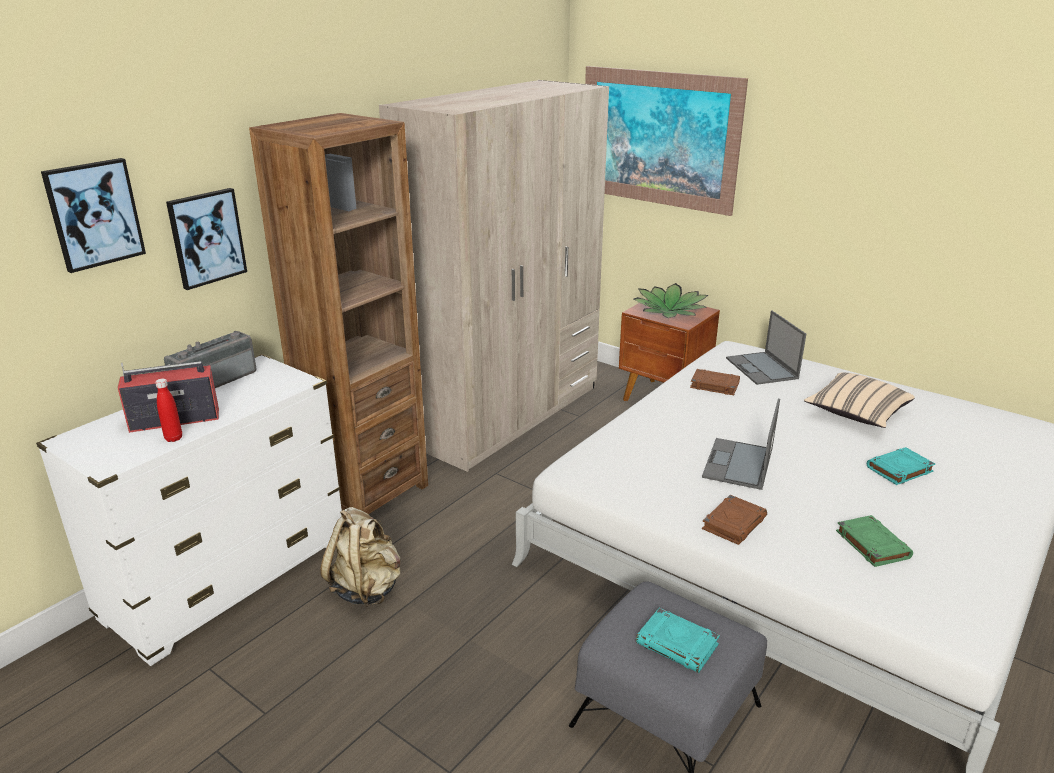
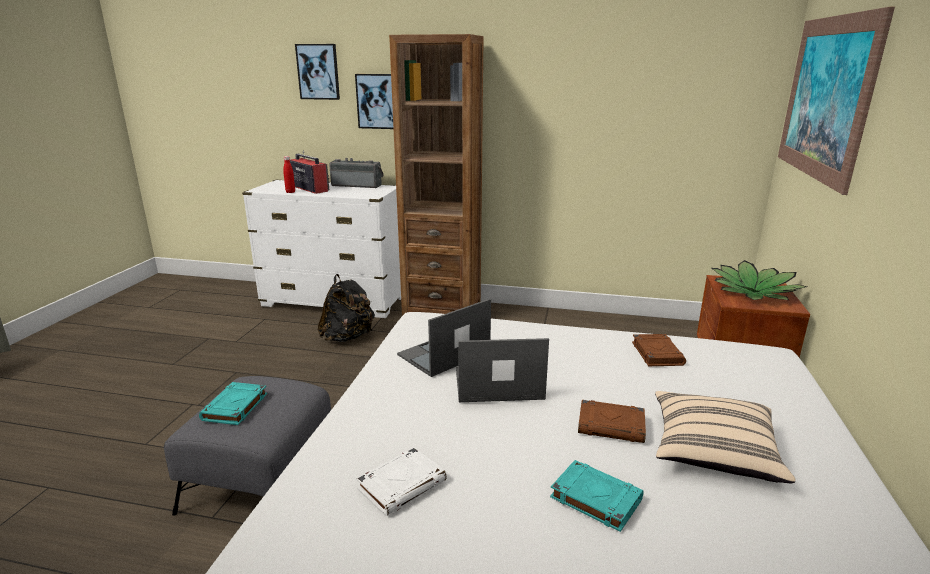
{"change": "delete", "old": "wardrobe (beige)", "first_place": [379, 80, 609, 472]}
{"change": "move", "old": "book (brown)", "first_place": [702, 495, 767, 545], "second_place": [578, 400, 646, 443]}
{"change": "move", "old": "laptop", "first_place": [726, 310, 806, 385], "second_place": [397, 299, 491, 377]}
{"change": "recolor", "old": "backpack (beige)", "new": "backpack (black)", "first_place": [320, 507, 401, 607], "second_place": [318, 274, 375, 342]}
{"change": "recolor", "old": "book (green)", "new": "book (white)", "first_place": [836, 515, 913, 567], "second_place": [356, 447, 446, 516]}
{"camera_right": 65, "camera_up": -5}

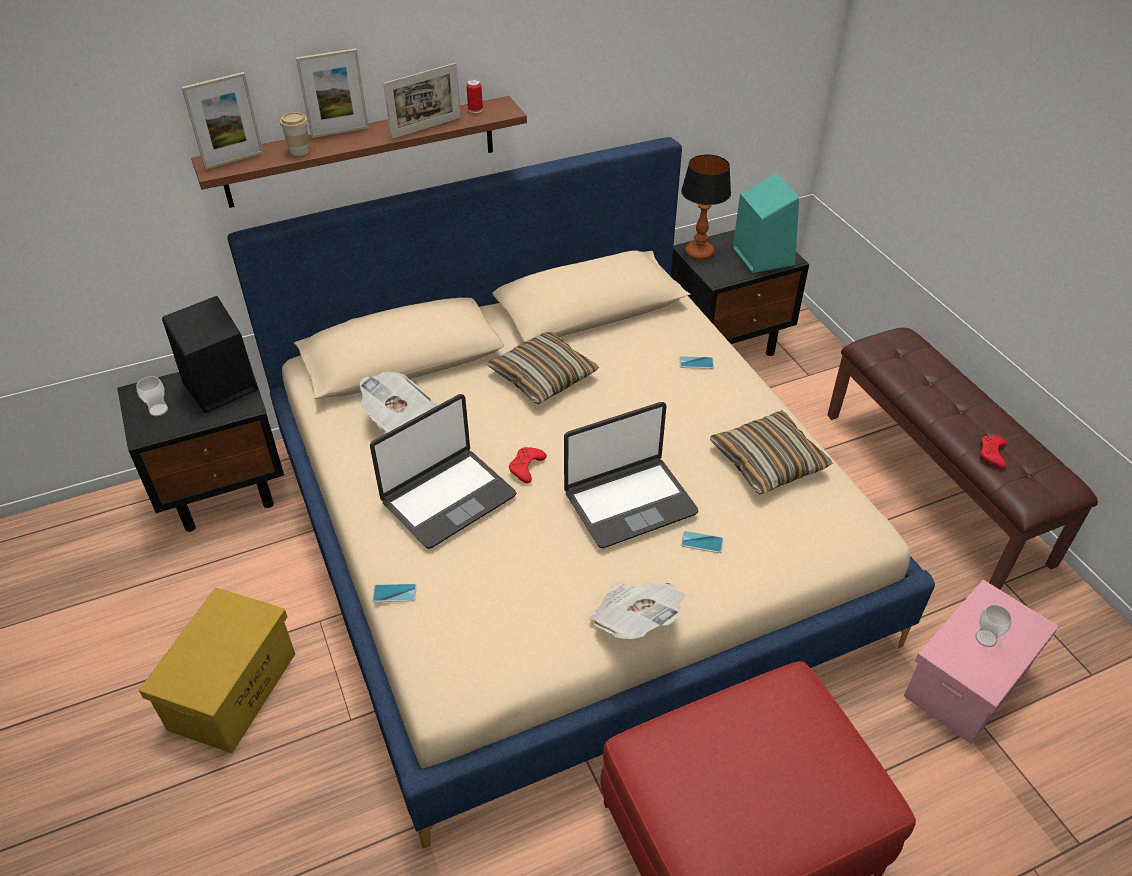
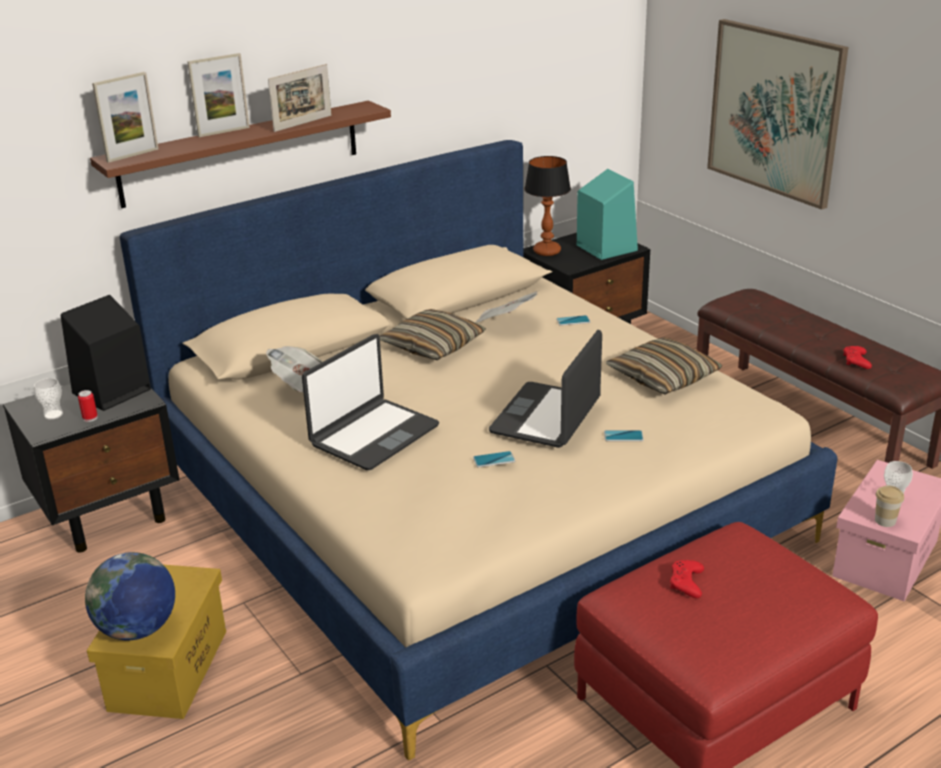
{"change": "insert", "new": "globe", "second_place": [85, 552, 175, 640]}
{"change": "insert", "new": "picture", "second_place": [707, 19, 849, 210]}
{"change": "move", "old": "cup", "first_place": [280, 112, 310, 156], "second_place": [875, 486, 904, 527]}
{"change": "move", "old": "phone", "first_place": [372, 584, 417, 602], "second_place": [473, 451, 515, 467]}
{"change": "move", "old": "can", "first_place": [466, 79, 483, 113], "second_place": [78, 390, 98, 422]}
{"change": "move", "old": "game controller (red)", "first_place": [509, 447, 547, 483], "second_place": [670, 560, 704, 598]}
{"change": "move", "old": "newspaper", "first_place": [589, 582, 686, 639], "second_place": [475, 291, 538, 323]}
{"change": "rotate", "old": "laptop", "first_place": [564, 402, 699, 548], "second_place": [489, 330, 602, 448], "degrees": 150}
{"camera_right": -10, "camera_up": -15}

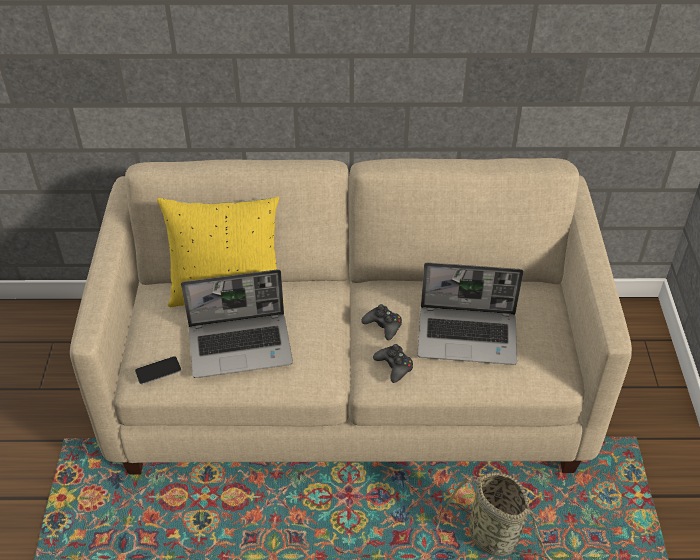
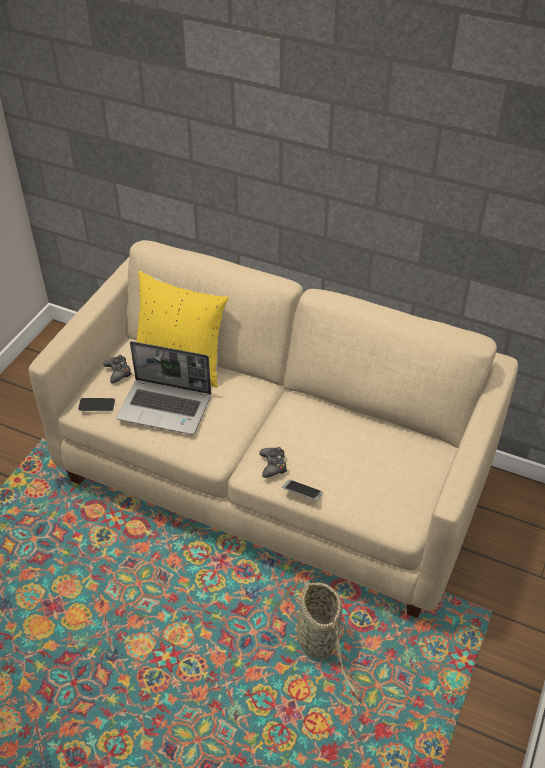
{"change": "delete", "old": "laptop", "first_place": [417, 262, 524, 365]}
{"change": "insert", "new": "phone", "second_place": [282, 479, 323, 500]}
{"change": "move", "old": "game controller (black)", "first_place": [361, 304, 402, 340], "second_place": [103, 355, 132, 384]}
{"camera_right": 25, "camera_up": 0}

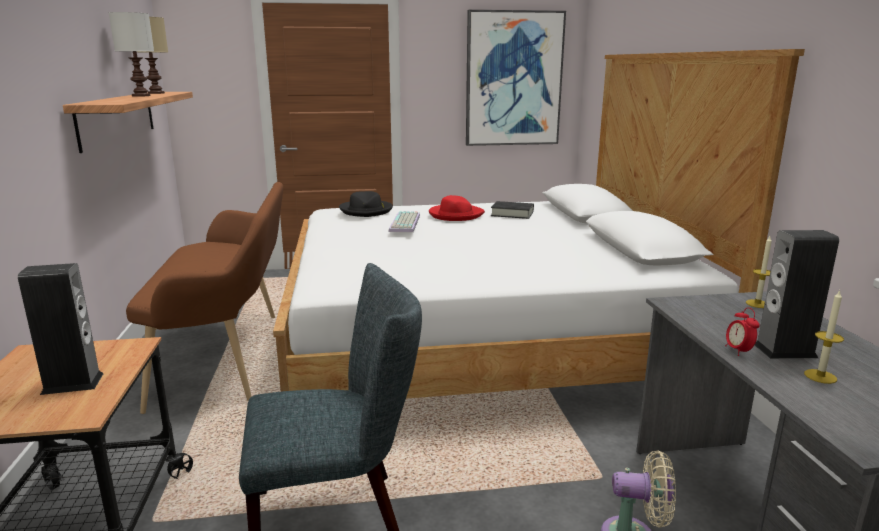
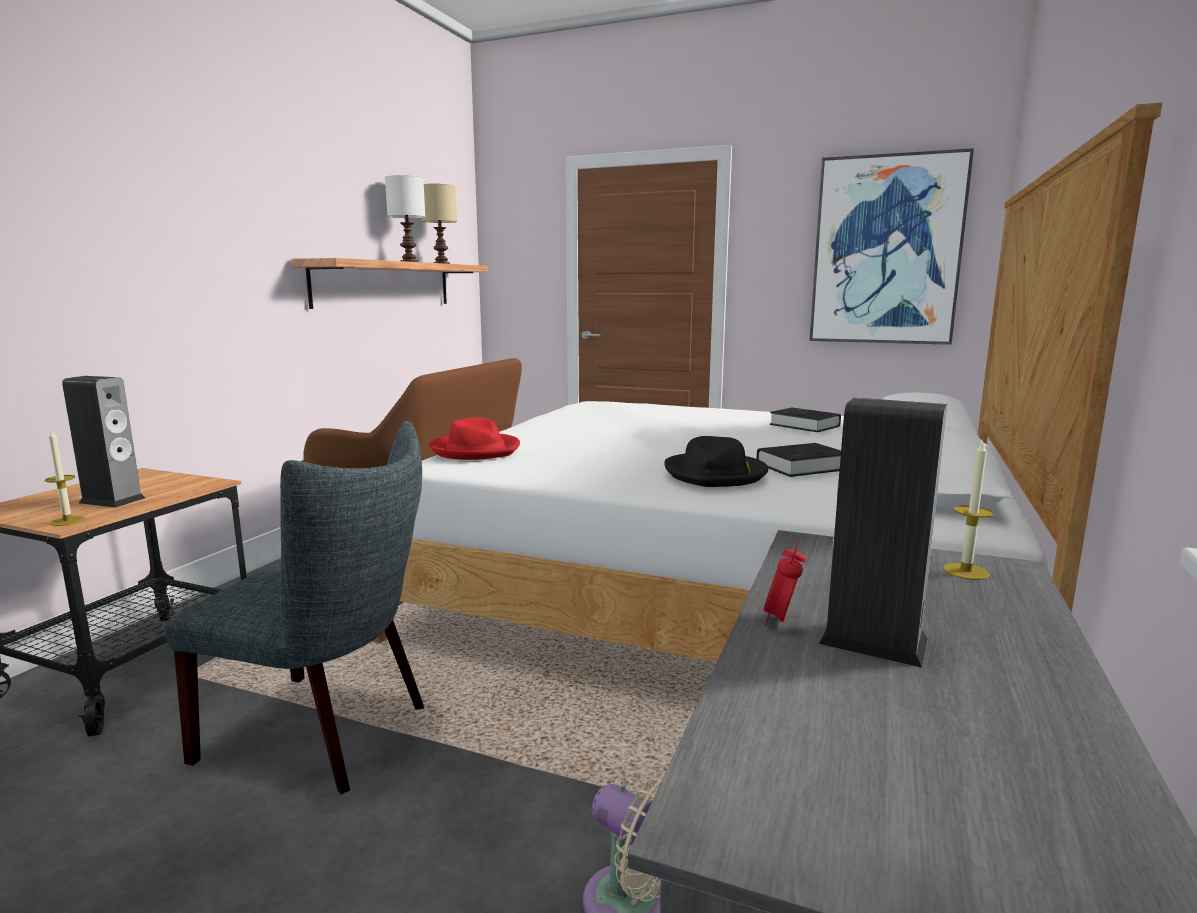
{"change": "delete", "old": "keyboard", "first_place": [388, 211, 420, 232]}
{"change": "insert", "new": "book (black)", "second_place": [756, 443, 841, 477]}
{"change": "move", "old": "hat (black)", "first_place": [339, 191, 393, 217], "second_place": [664, 436, 768, 487]}
{"change": "move", "old": "hat (red)", "first_place": [429, 195, 485, 221], "second_place": [429, 417, 520, 460]}
{"change": "move", "old": "candle", "first_place": [804, 290, 844, 384], "second_place": [44, 429, 85, 526]}
{"camera_right": 30, "camera_up": -5}

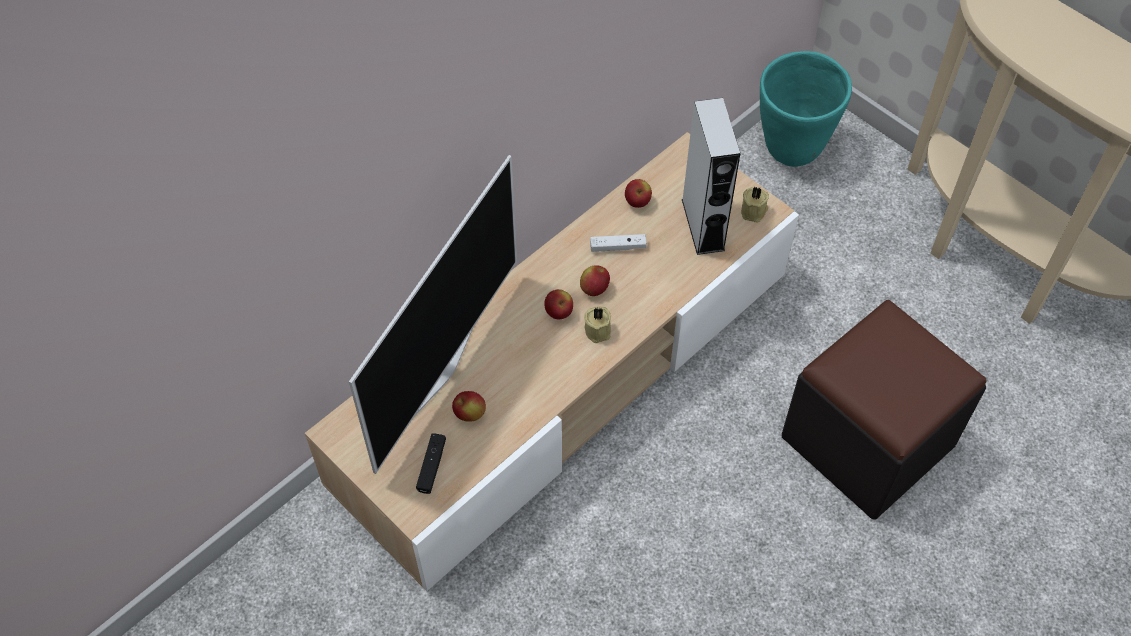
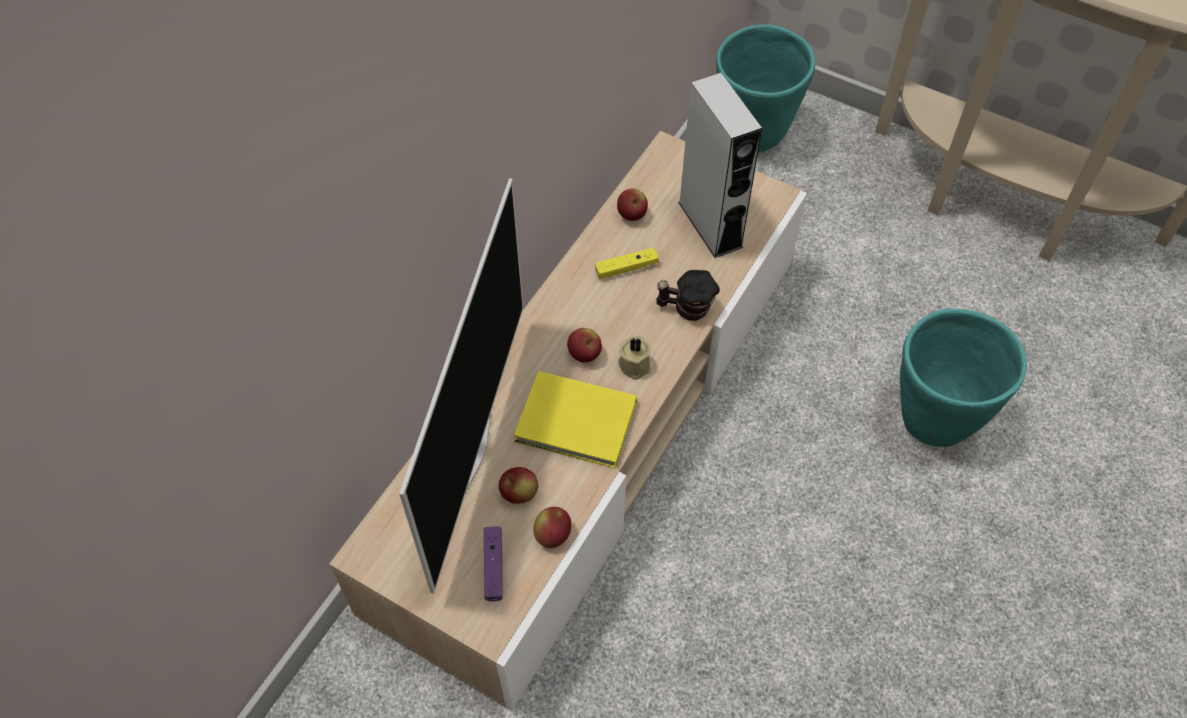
{"change": "delete", "old": "candle (beige)", "first_place": [741, 187, 769, 223]}
{"change": "insert", "new": "book (yellow)", "second_place": [514, 371, 637, 468]}
{"change": "insert", "new": "mug", "second_place": [656, 270, 720, 321]}
{"change": "move", "old": "apple", "first_place": [580, 265, 610, 296], "second_place": [533, 507, 571, 548]}
{"change": "replace", "old": "ottoman (black)", "new": "planter (turquoise)", "first_place": [782, 300, 987, 520], "second_place": [900, 308, 1027, 447]}
{"change": "recolor", "old": "game controller (black)", "new": "game controller (purple)", "first_place": [416, 433, 446, 494], "second_place": [484, 526, 503, 602]}
{"change": "recolor", "old": "game controller (white)", "new": "game controller (yellow)", "first_place": [590, 234, 647, 252], "second_place": [595, 247, 659, 279]}
{"camera_right": -15, "camera_up": 0}

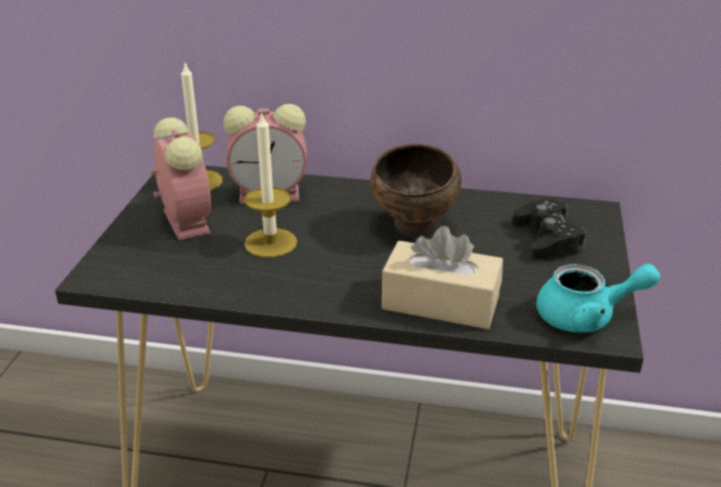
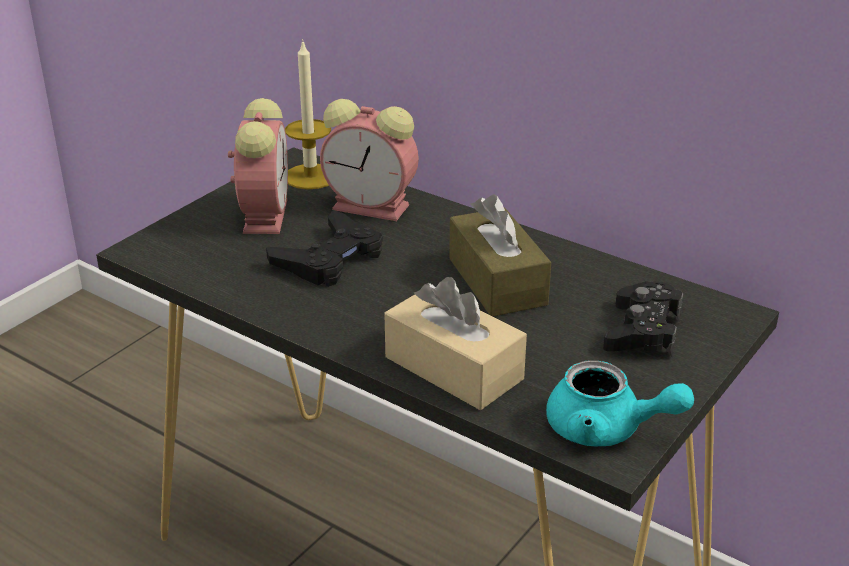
{"change": "replace", "old": "candle", "new": "game controller (black)", "first_place": [244, 111, 297, 258], "second_place": [266, 210, 383, 287]}
{"change": "replace", "old": "bowl (brown)", "new": "tissue box (brown)", "first_place": [370, 144, 461, 236], "second_place": [449, 194, 551, 316]}
{"camera_right": 25, "camera_up": 0}

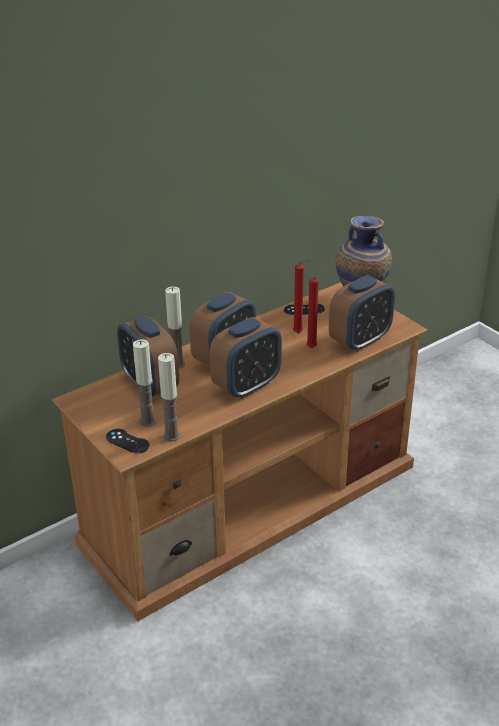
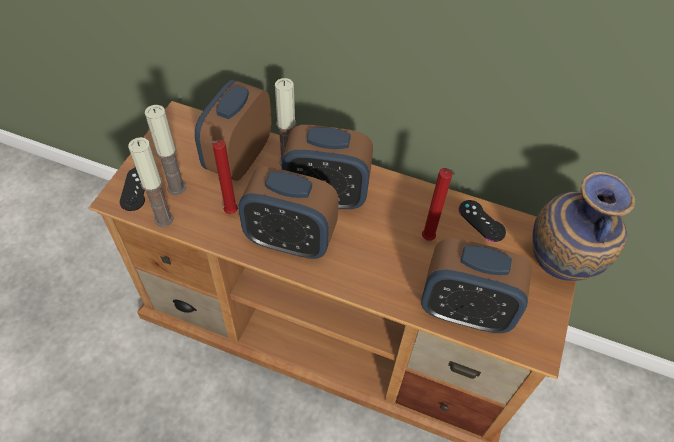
{"change": "move", "old": "candle (red)", "first_place": [306, 276, 319, 348], "second_place": [205, 139, 238, 214]}
{"camera_right": 55, "camera_up": 20}

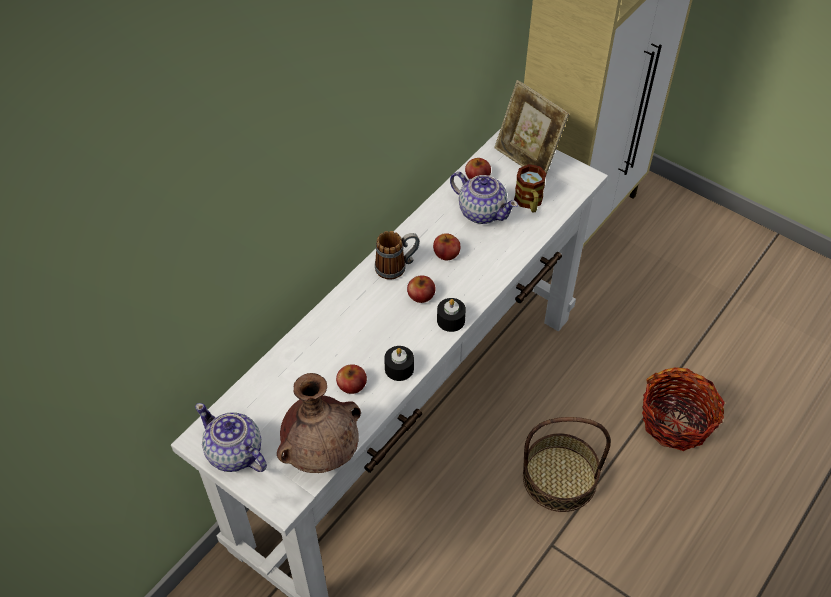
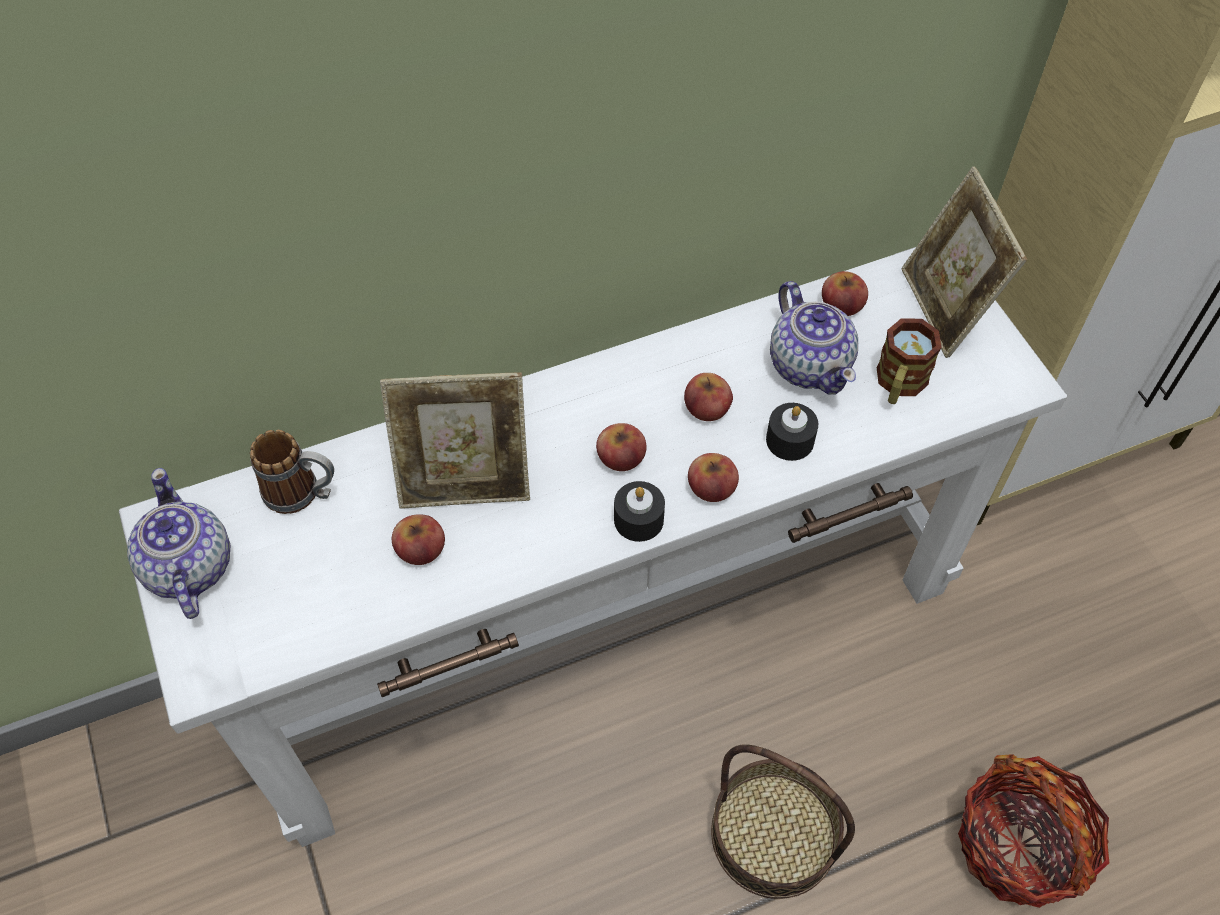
{"change": "delete", "old": "vase (brown)", "first_place": [277, 373, 361, 473]}
{"change": "insert", "new": "picture frame", "second_place": [380, 372, 530, 509]}
{"change": "insert", "new": "apple", "second_place": [688, 453, 739, 502]}
{"change": "move", "old": "mug", "first_place": [375, 231, 420, 280], "second_place": [250, 430, 334, 514]}
{"change": "move", "old": "candle (black)", "first_place": [384, 346, 414, 381], "second_place": [766, 403, 818, 461]}
{"camera_right": 30, "camera_up": 5}

